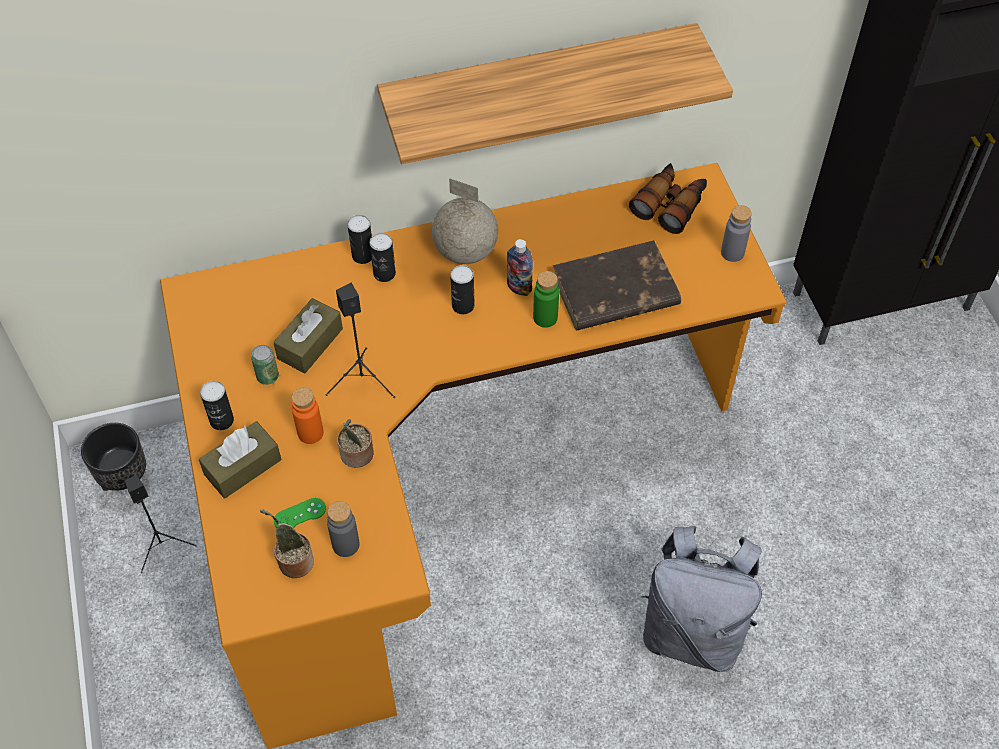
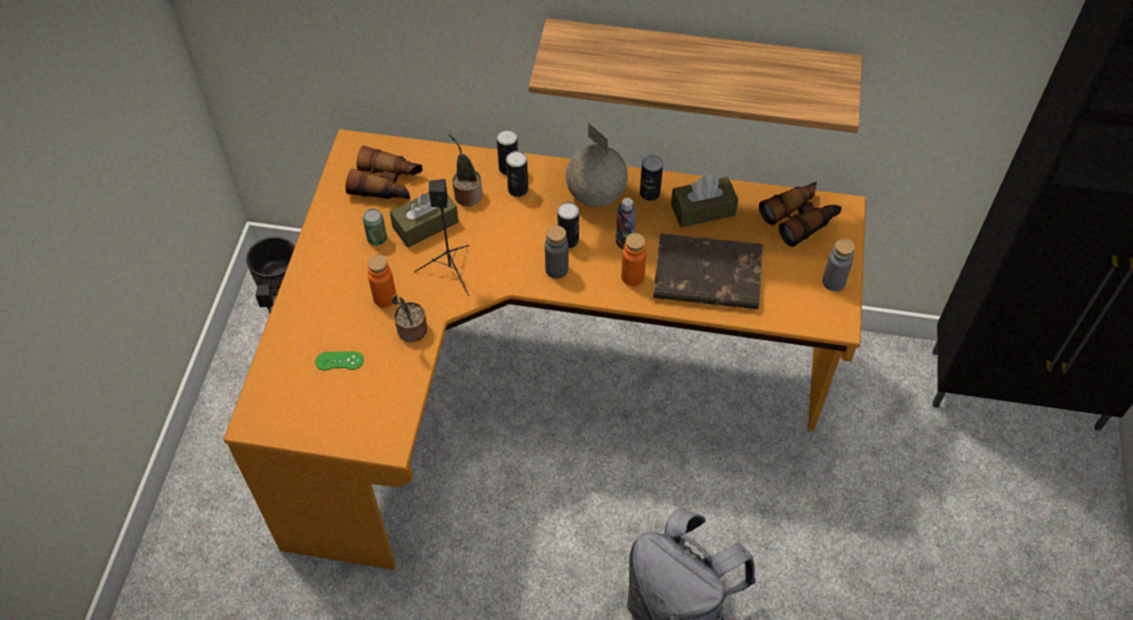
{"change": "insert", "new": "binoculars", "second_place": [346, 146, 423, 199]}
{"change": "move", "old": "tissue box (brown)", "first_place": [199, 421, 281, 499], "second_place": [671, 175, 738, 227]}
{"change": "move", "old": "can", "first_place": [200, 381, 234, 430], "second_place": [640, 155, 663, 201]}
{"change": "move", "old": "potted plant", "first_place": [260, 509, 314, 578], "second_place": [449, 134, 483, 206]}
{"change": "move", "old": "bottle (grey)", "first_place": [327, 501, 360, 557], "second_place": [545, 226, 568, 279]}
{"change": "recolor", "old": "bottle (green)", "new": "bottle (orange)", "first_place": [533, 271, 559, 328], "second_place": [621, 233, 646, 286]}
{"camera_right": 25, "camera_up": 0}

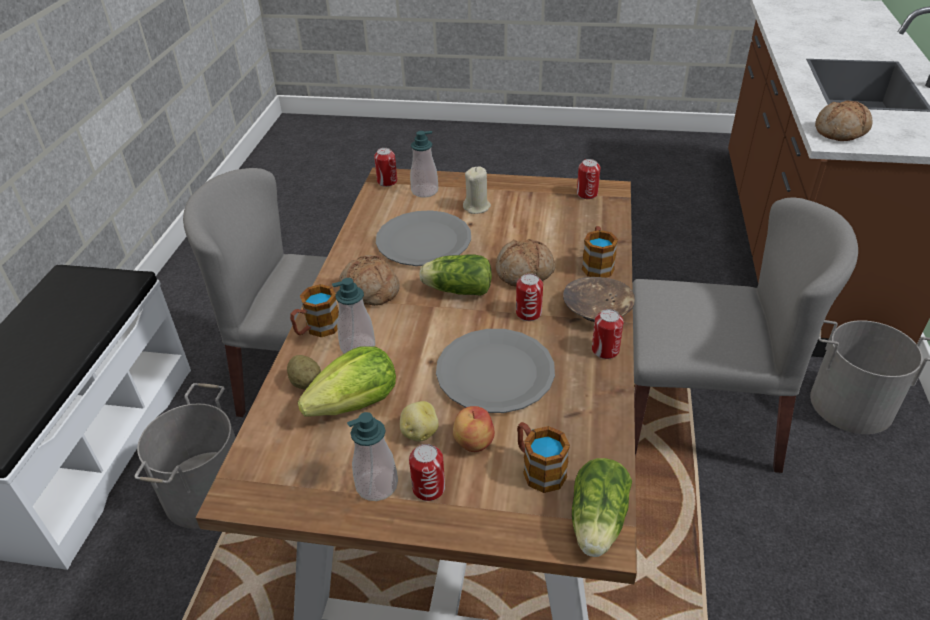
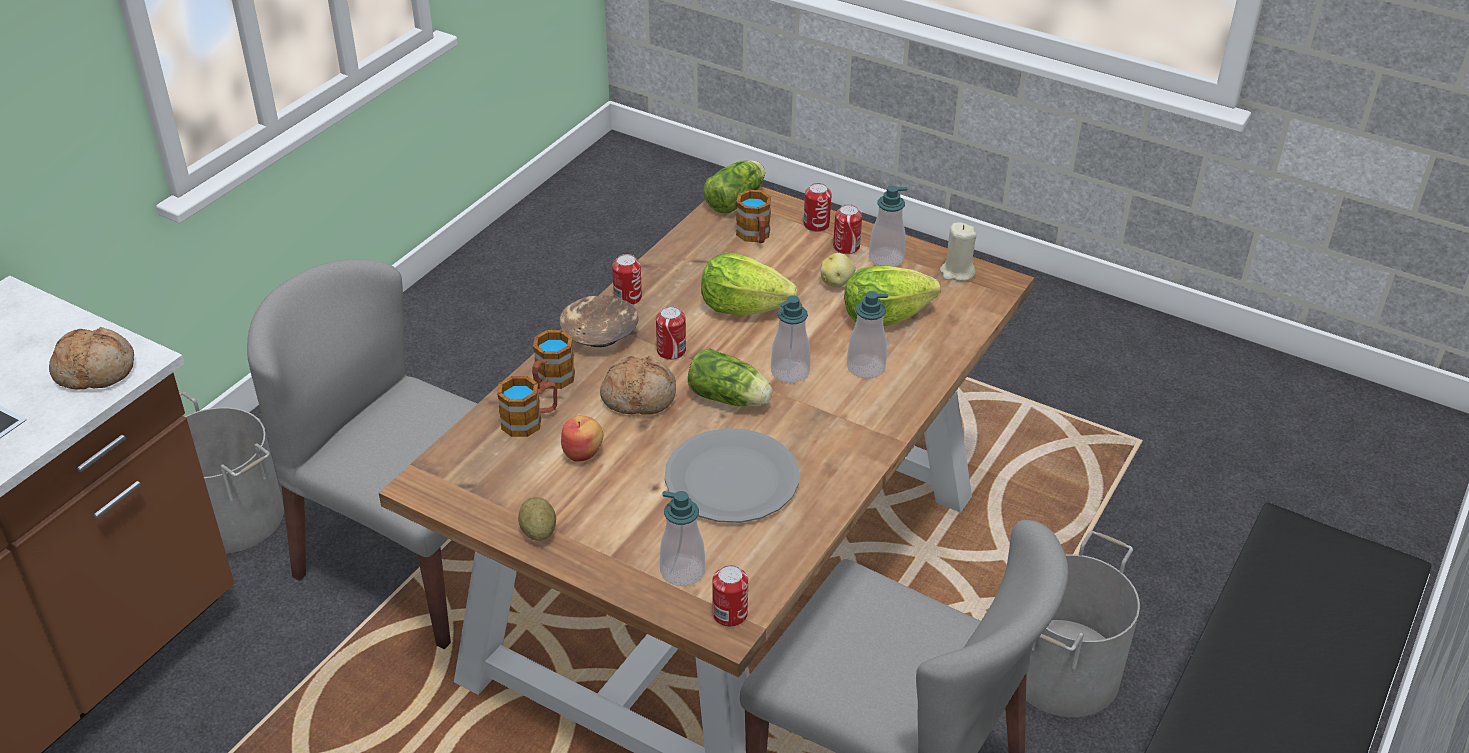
{"change": "delete", "old": "bread", "first_place": [339, 255, 400, 306]}
{"change": "insert", "new": "soap dispenser", "second_place": [771, 295, 810, 383]}
{"change": "move", "old": "potato", "first_place": [287, 355, 321, 390], "second_place": [518, 497, 556, 541]}
{"change": "move", "old": "mug", "first_place": [290, 284, 339, 337], "second_place": [497, 376, 557, 437]}
{"change": "move", "old": "apple", "first_place": [453, 406, 495, 452], "second_place": [561, 416, 603, 462]}
{"change": "move", "old": "candle (beige)", "first_place": [463, 166, 491, 214], "second_place": [940, 223, 977, 281]}
{"change": "move", "old": "can", "first_place": [577, 159, 600, 199], "second_place": [804, 183, 832, 232]}
{"change": "replace", "old": "plate (grey)", "new": "lettuce", "first_place": [436, 329, 555, 413], "second_place": [701, 253, 798, 315]}
{"camera_right": -160, "camera_up": 0}

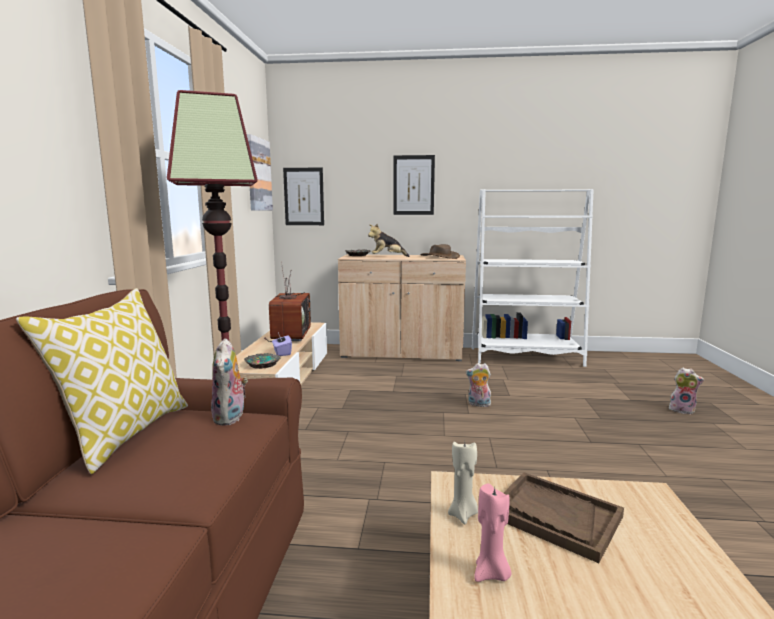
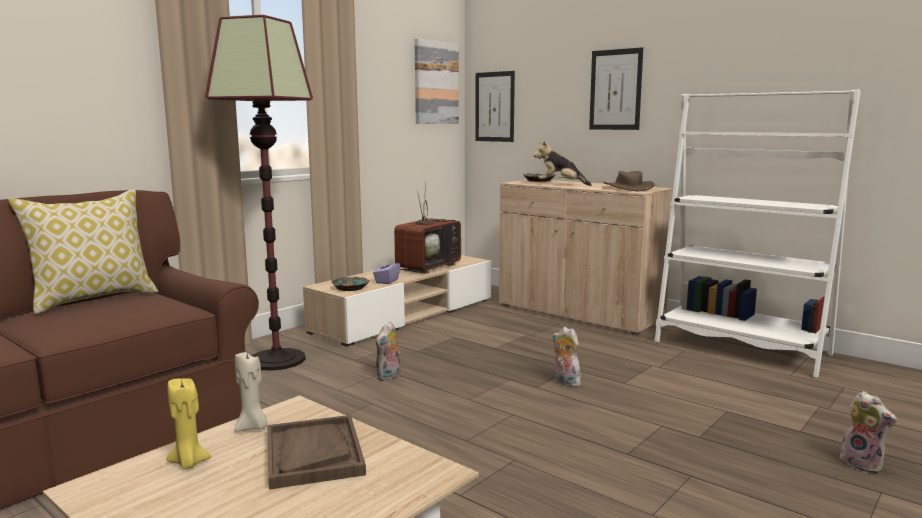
{"change": "move", "old": "plush toy", "first_place": [211, 338, 248, 426], "second_place": [376, 322, 401, 381]}
{"change": "recolor", "old": "candle (pink)", "new": "candle (yellow)", "first_place": [474, 484, 511, 582], "second_place": [166, 378, 211, 468]}
{"camera_right": 35, "camera_up": 0}

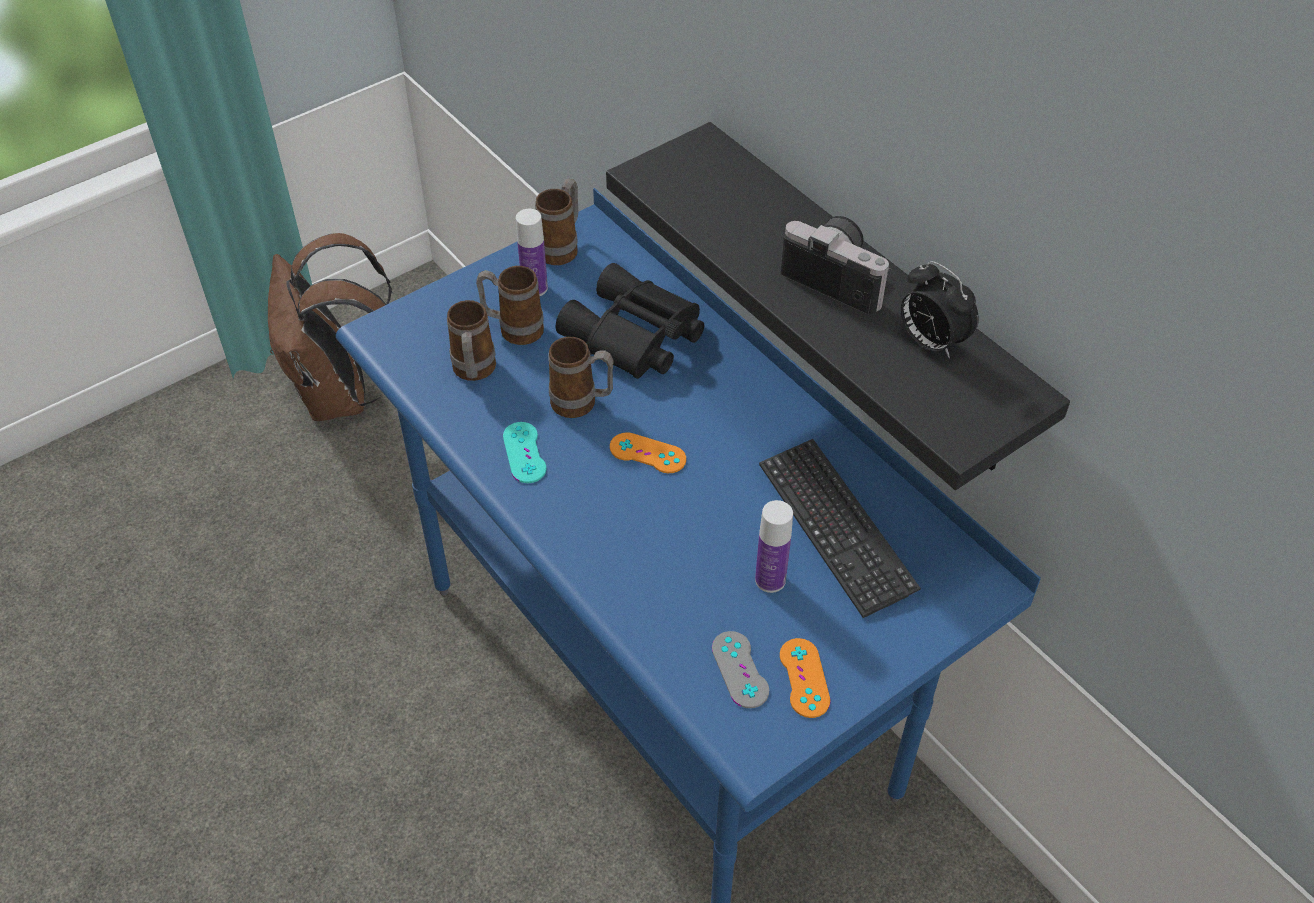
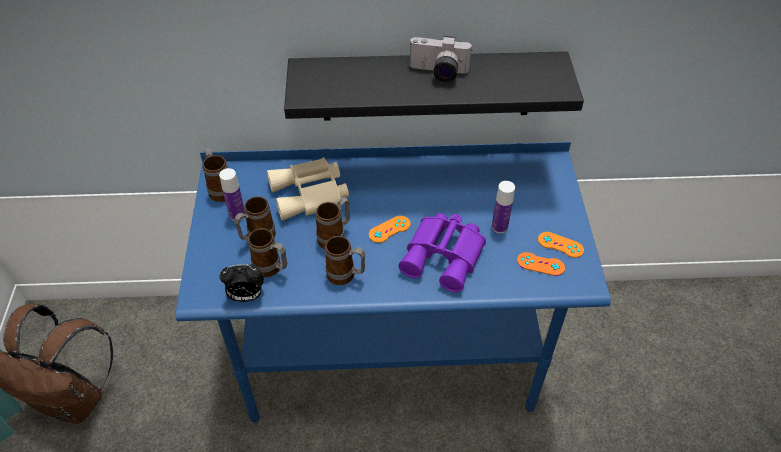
{"change": "delete", "old": "keyboard", "first_place": [759, 439, 921, 618]}
{"change": "insert", "new": "binoculars (purple)", "second_place": [398, 213, 486, 292]}
{"change": "move", "old": "alarm clock", "first_place": [901, 261, 979, 358], "second_place": [220, 264, 264, 302]}
{"change": "replace", "old": "game controller (turquoise)", "new": "mug", "first_place": [503, 422, 546, 483], "second_place": [325, 236, 365, 285]}
{"change": "recolor", "old": "binoculars (black)", "new": "binoculars (beige)", "first_place": [556, 263, 704, 379], "second_place": [267, 157, 349, 221]}
{"change": "recolor", "old": "game controller (grey)", "new": "game controller (orange)", "first_place": [712, 631, 769, 708], "second_place": [517, 252, 565, 276]}
{"change": "rotate", "old": "photo camera", "first_place": [781, 216, 891, 315], "second_place": [409, 36, 472, 82], "degrees": -150}
{"camera_right": -55, "camera_up": 0}

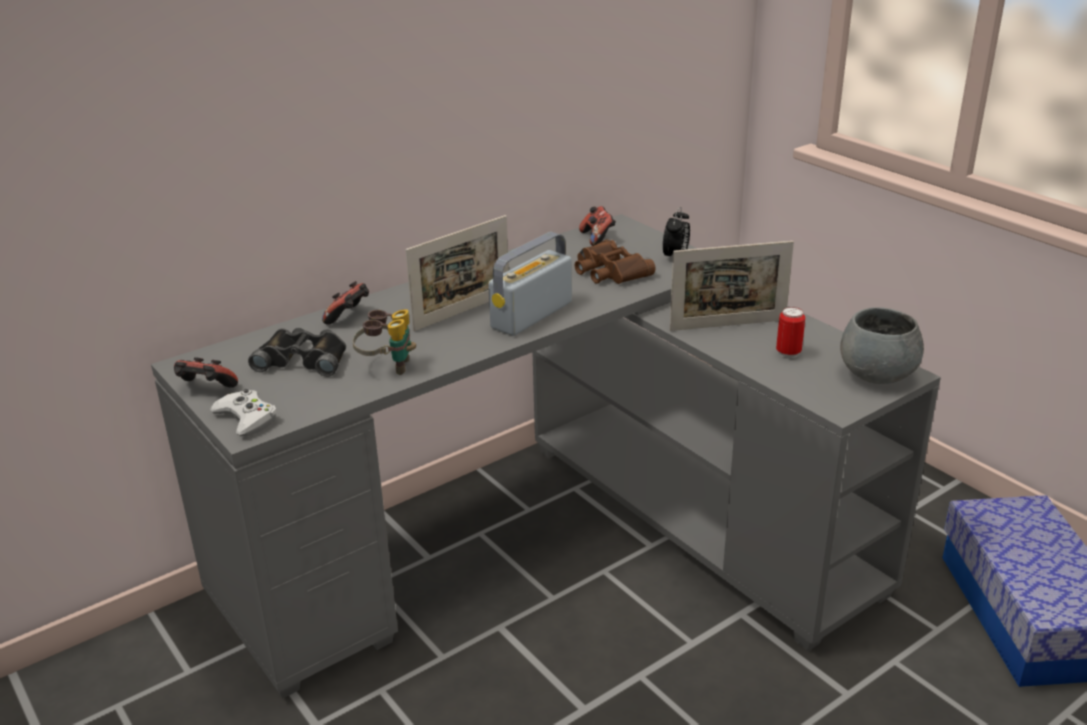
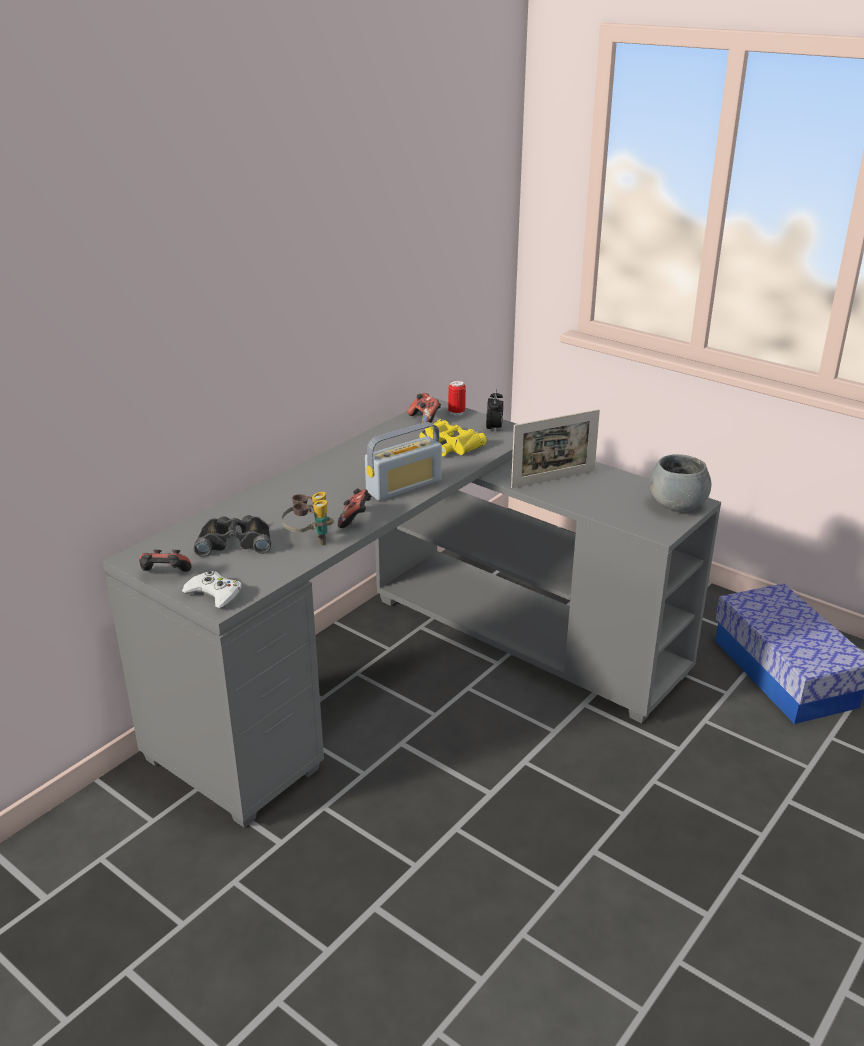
{"change": "delete", "old": "picture frame", "first_place": [406, 215, 509, 331]}
{"change": "move", "old": "game controller", "first_place": [322, 281, 369, 325], "second_place": [337, 488, 371, 528]}
{"change": "move", "old": "can", "first_place": [776, 307, 805, 358], "second_place": [448, 380, 466, 416]}
{"change": "recolor", "old": "binoculars (brown)", "new": "binoculars (yellow)", "first_place": [575, 239, 656, 284], "second_place": [419, 419, 486, 456]}
{"change": "rotate", "old": "radio", "first_place": [488, 232, 572, 336], "second_place": [365, 422, 442, 501], "degrees": -150}
{"camera_right": -15, "camera_up": 0}

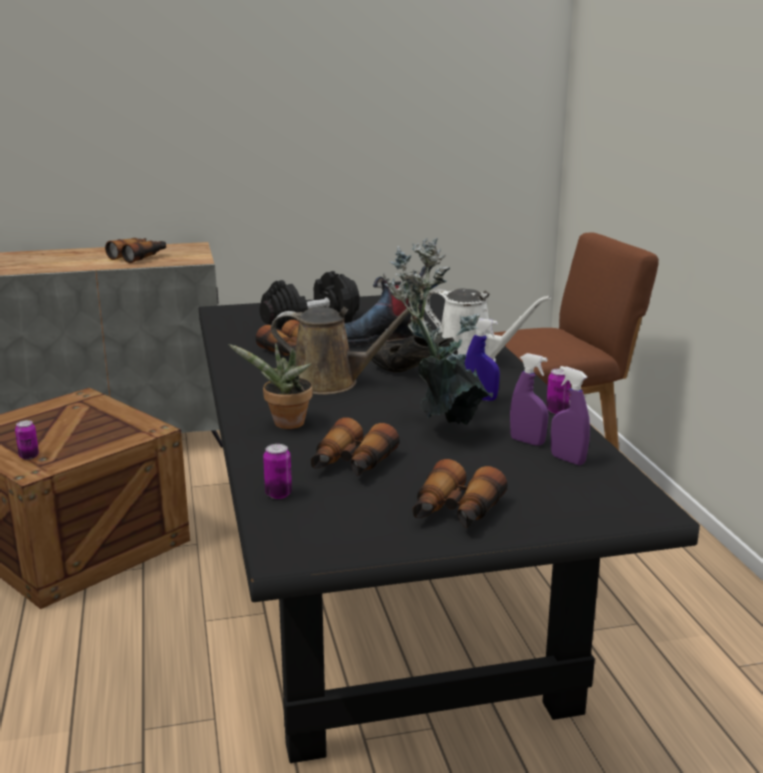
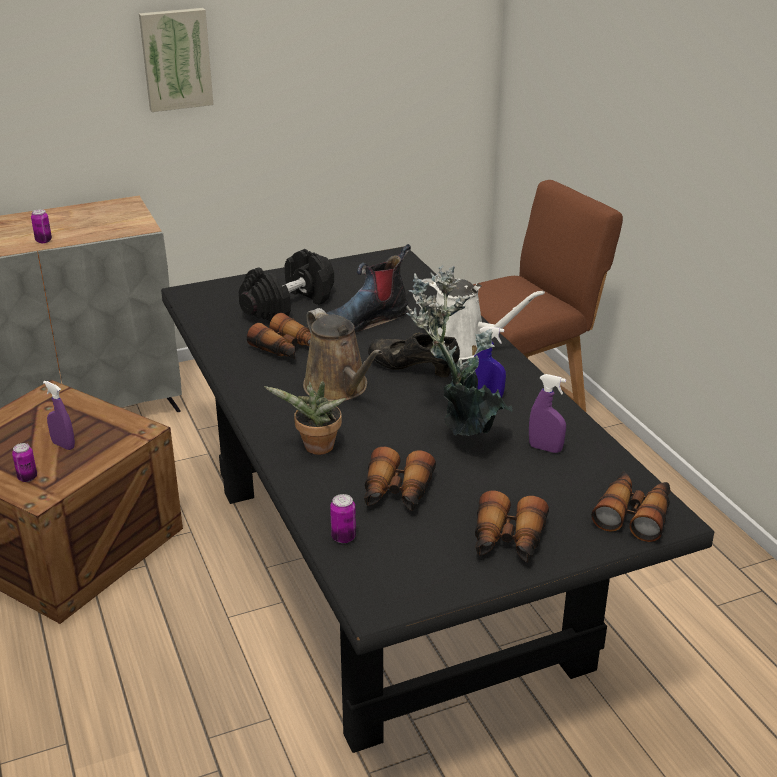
{"change": "insert", "new": "picture", "second_place": [139, 8, 214, 112]}
{"change": "move", "old": "binoculars", "first_place": [105, 238, 166, 263], "second_place": [591, 472, 670, 542]}
{"change": "move", "old": "can", "first_place": [546, 368, 571, 414], "second_place": [31, 209, 52, 243]}
{"change": "move", "old": "spray bottle (purple)", "first_place": [551, 366, 590, 465], "second_place": [43, 381, 75, 450]}
{"change": "rotate", "old": "watering can (brown)", "first_place": [271, 305, 419, 395], "second_place": [303, 308, 382, 401], "degrees": 60}
{"camera_right": -10, "camera_up": 10}

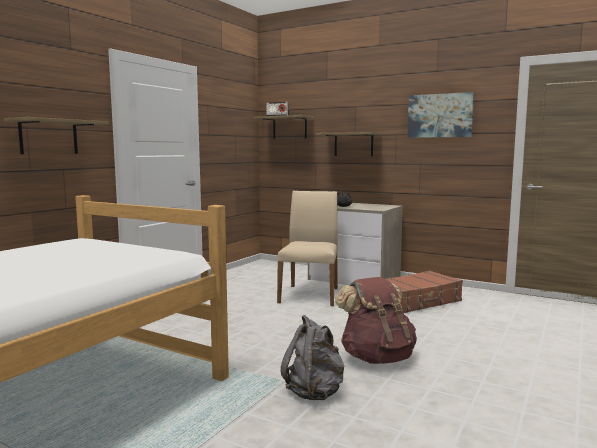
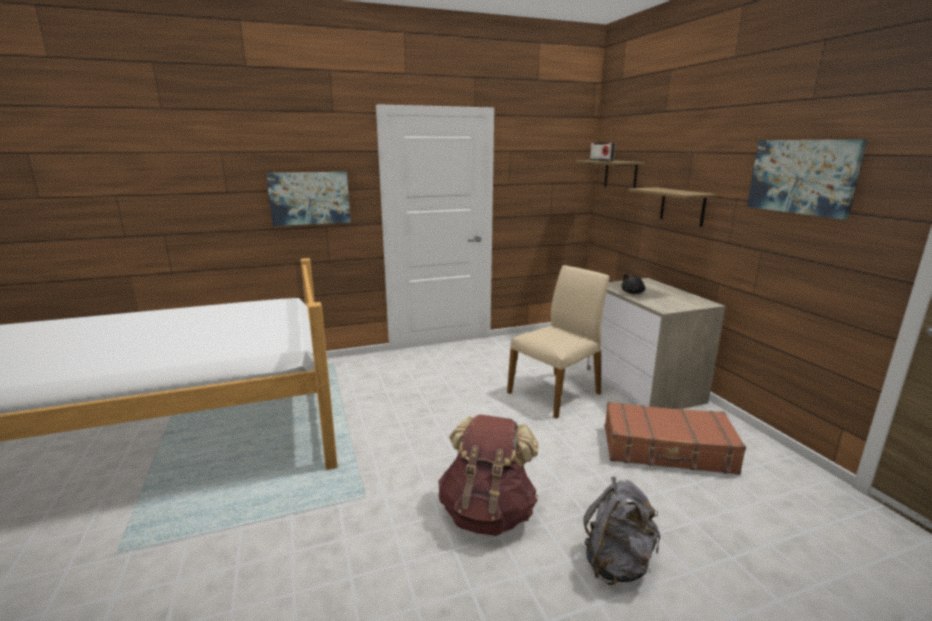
{"change": "move", "old": "backpack (grey)", "first_place": [281, 315, 345, 400], "second_place": [583, 477, 660, 585]}
{"change": "replace", "old": "shelf", "new": "picture", "first_place": [4, 117, 109, 154], "second_place": [266, 172, 350, 226]}
{"camera_right": 40, "camera_up": 10}

